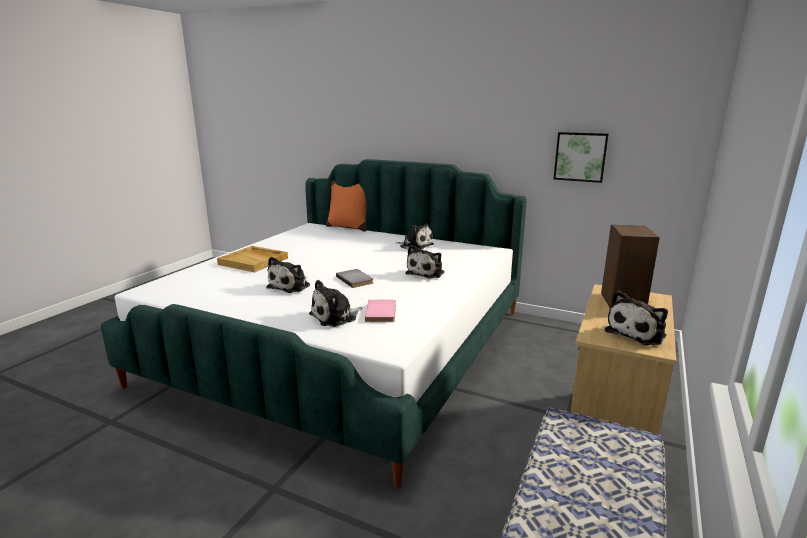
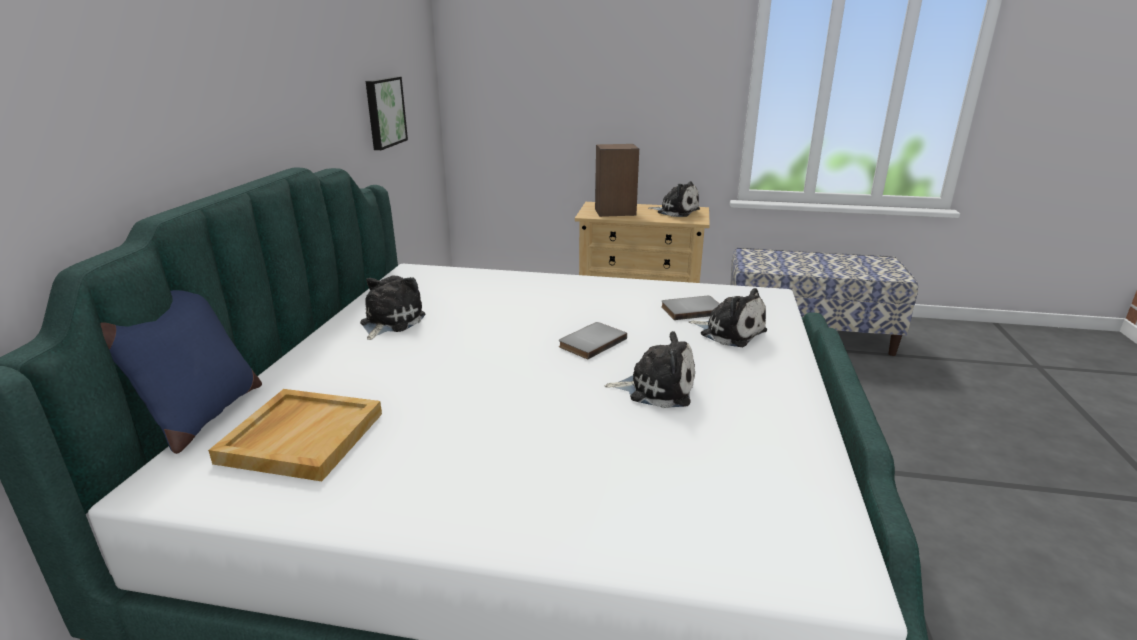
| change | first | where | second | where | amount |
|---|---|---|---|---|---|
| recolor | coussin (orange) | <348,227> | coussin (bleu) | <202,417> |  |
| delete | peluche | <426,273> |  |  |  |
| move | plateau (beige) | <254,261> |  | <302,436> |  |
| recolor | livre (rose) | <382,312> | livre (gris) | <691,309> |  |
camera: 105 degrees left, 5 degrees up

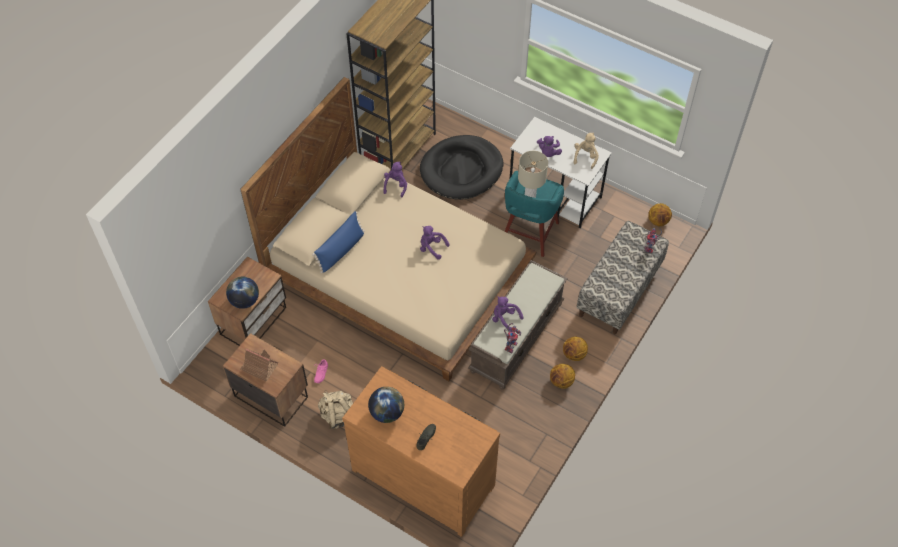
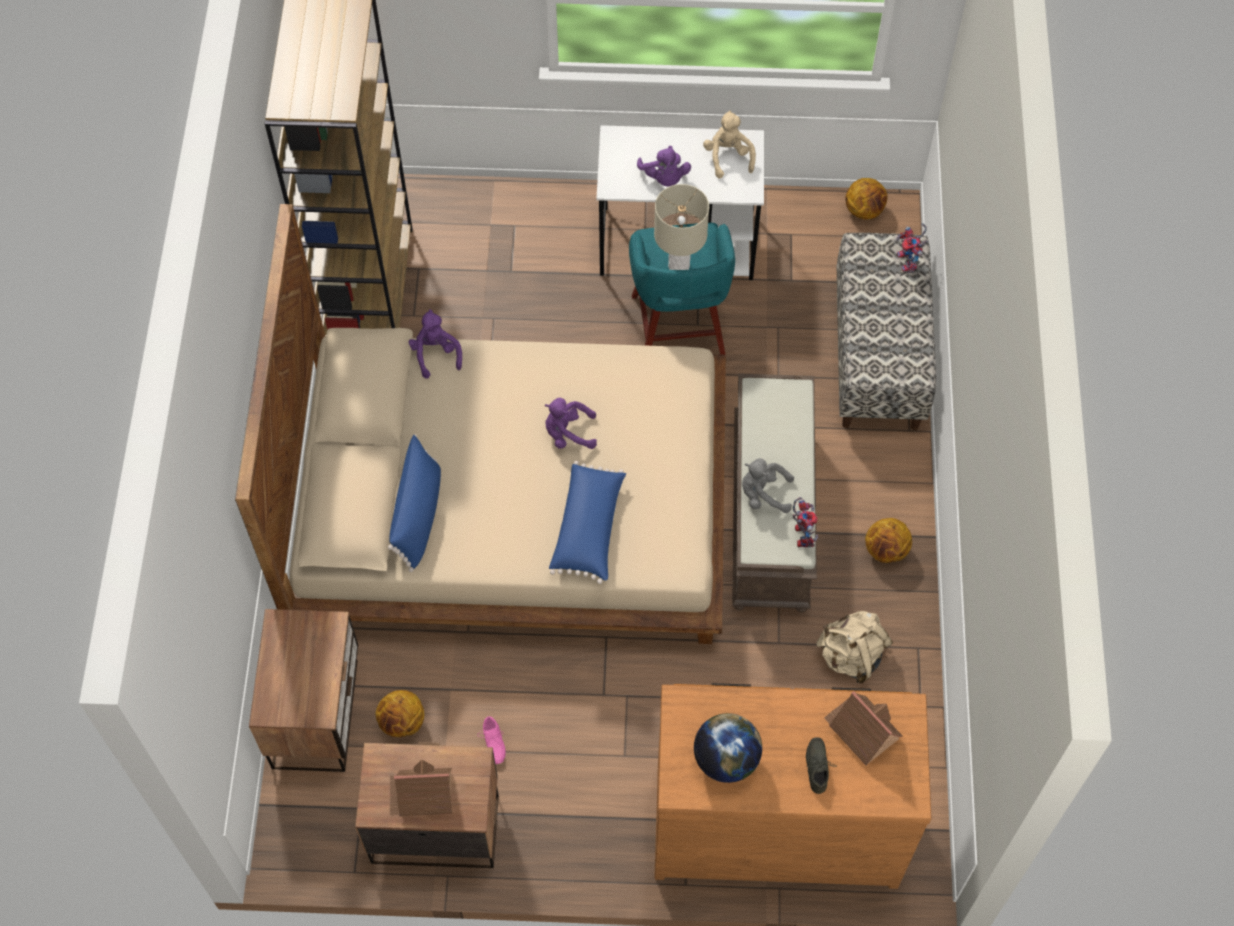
| change | first | where | second | where | amount |
|---|---|---|---|---|---|
| delete | panier pour chien (noir) | <461,170> |  |  |  |
| delete | globe | <245,301> |  |  |  |
| recolor | peluche (violet) | <504,318> | peluche (gris) | <763,494> |  |
| move | ballon de basket | <574,354> |  | <402,722> |  |
| move | sac à dos (beige) | <338,415> |  | <851,656> |  |
| insert |  |  | coussin (bleu) | <589,528> |  |
| insert |  |  | maison miniature | <862,730> |  |
camera: 30 degrees left, 5 degrees up

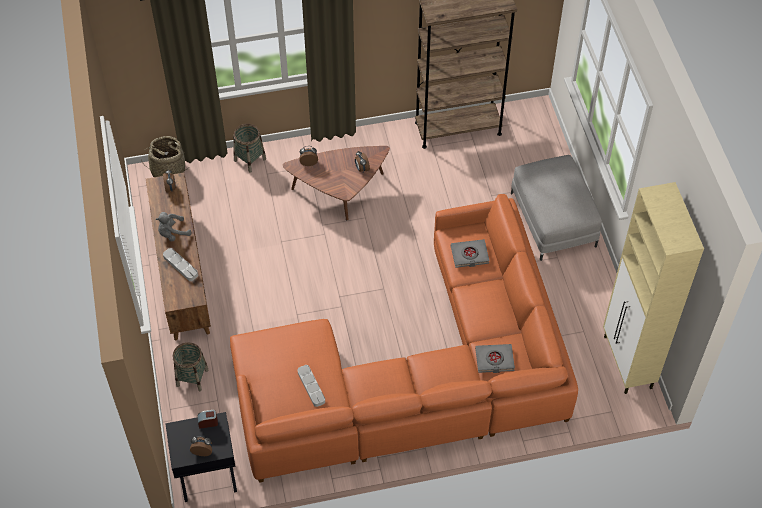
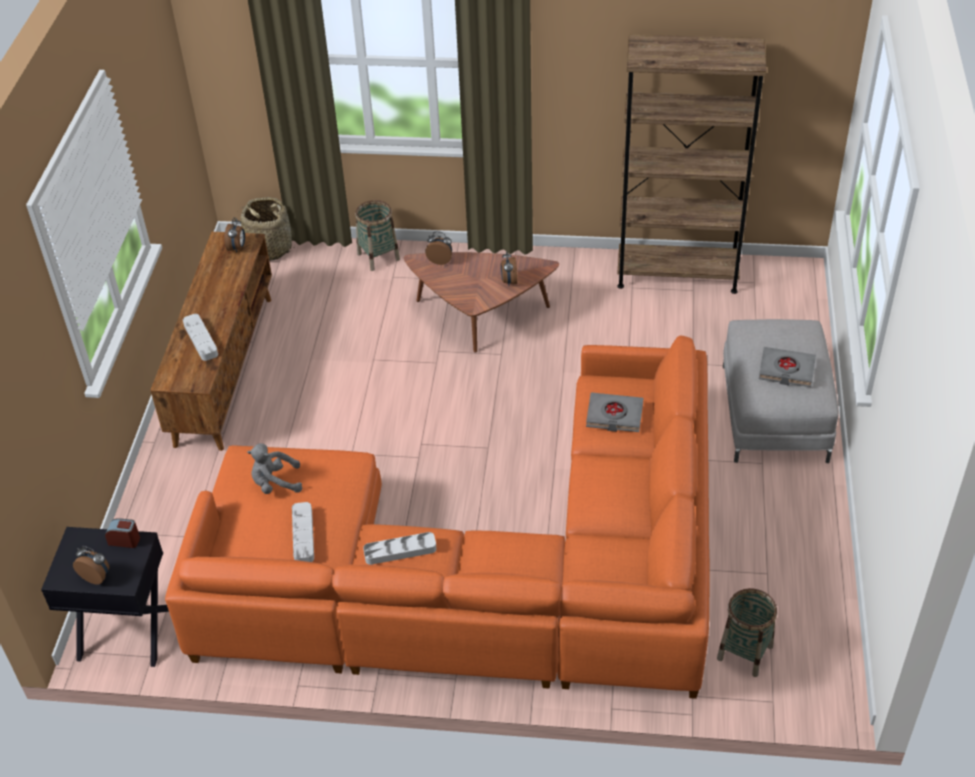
| change | first | where | second | where | amount |
|---|---|---|---|---|---|
| delete | meuble de rangement (beige) | <627,363> |  |  |  |
| move | peluche (gris) | <173,233> |  | <275,483> |  |
| move | panier | <192,378> |  | <745,652> |  |
| move | livre (gris) | <494,360> |  | <786,370> |  |
| insert |  |  | plateau (gris) | <400,551> |  |
camera: 20 degrees right, 10 degrees down

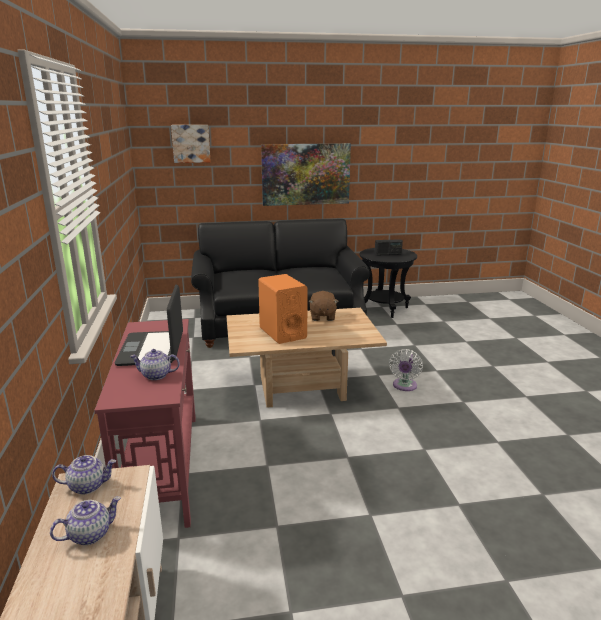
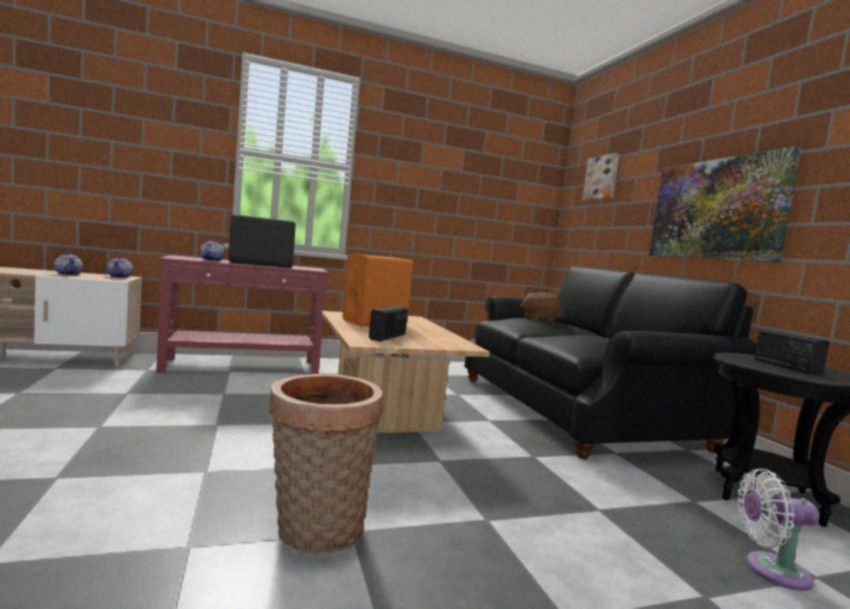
| change | first | where | second | where | amount |
|---|---|---|---|---|---|
| move | peluche (marron) | <322,317> |  | <538,319> |  |
| move | ventilateur (blanc) | <404,386> |  | <770,570> |  |
| insert |  |  | radio | <388,337> |  |
| insert |  |  | panier | <316,533> |  |
camera: 80 degrees right, 15 degrees down

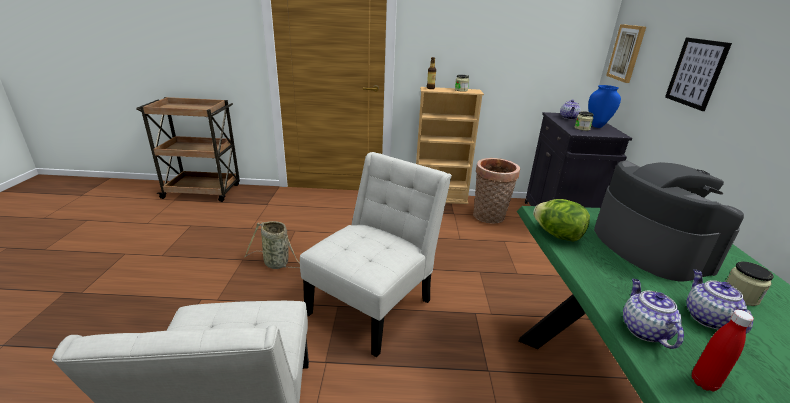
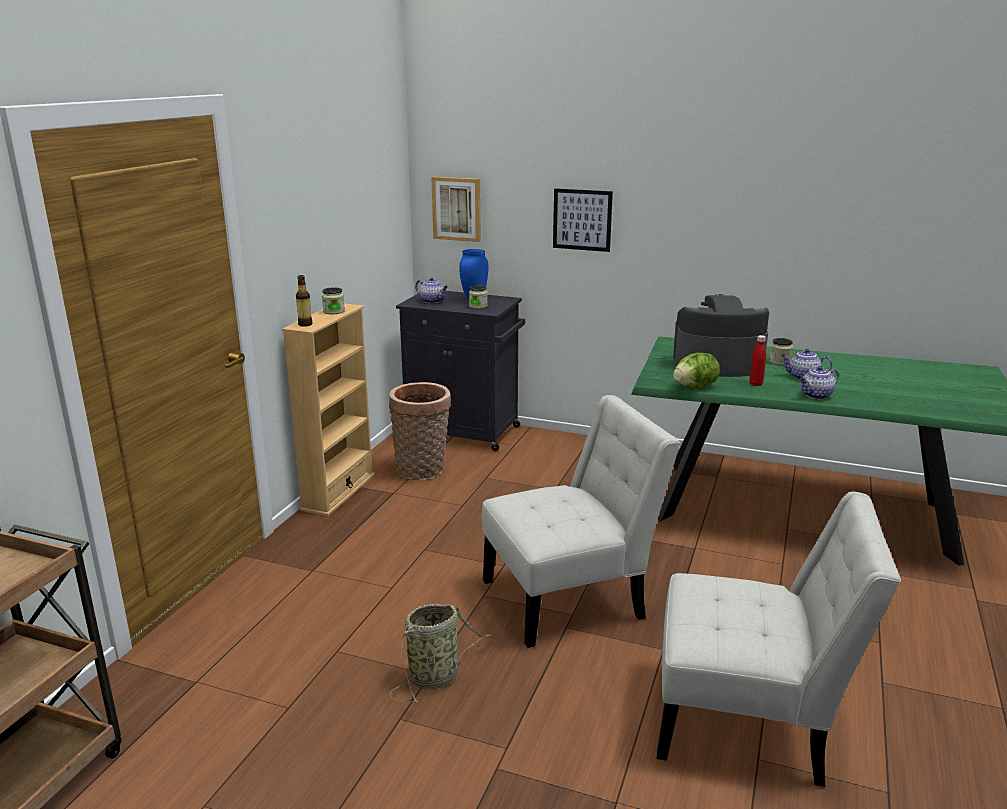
| change | first | where | second | where | amount |
|---|---|---|---|---|---|
| rotate | chaise (blanc) | <374,303> |  | <571,597> | 105 degrees clockwise |
| rotate | théière | <643,329> |  | <816,395> | 45 degrees counterclockwise |
| move | bouteille (rouge) | <703,382> |  | <756,384> |  |
camera: 70 degrees left, 5 degrees down

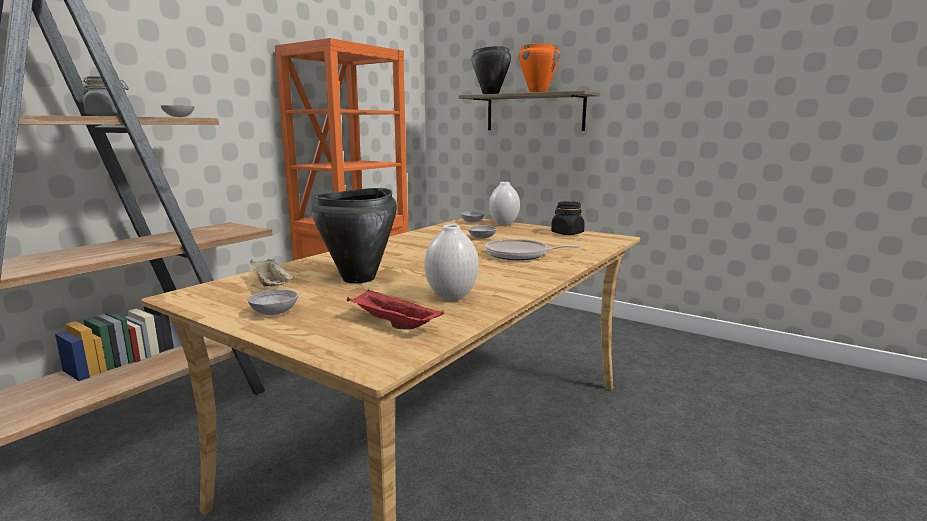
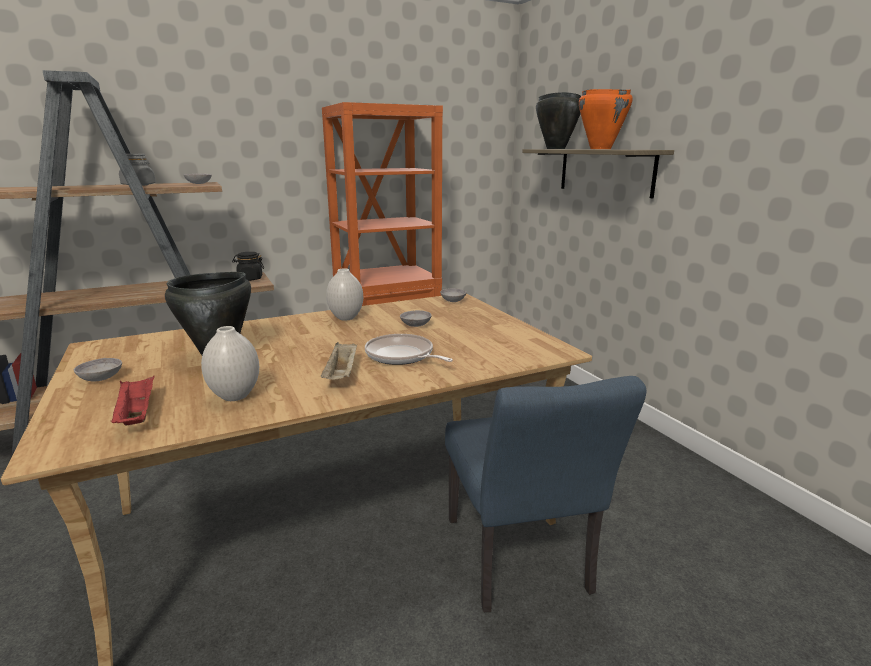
| change | first | where | second | where | amount |
|---|---|---|---|---|---|
| move | vase (blanc) | <503,224> |  | <346,318> |  |
| move | bocal (noir) | <567,233> |  | <250,279> |  |
| move | plateau (beige) | <272,287> |  | <342,375> |  |
| insert |  |  | chaise (bleu) | <520,563> |  |
camera: 30 degrees right, 5 degrees up

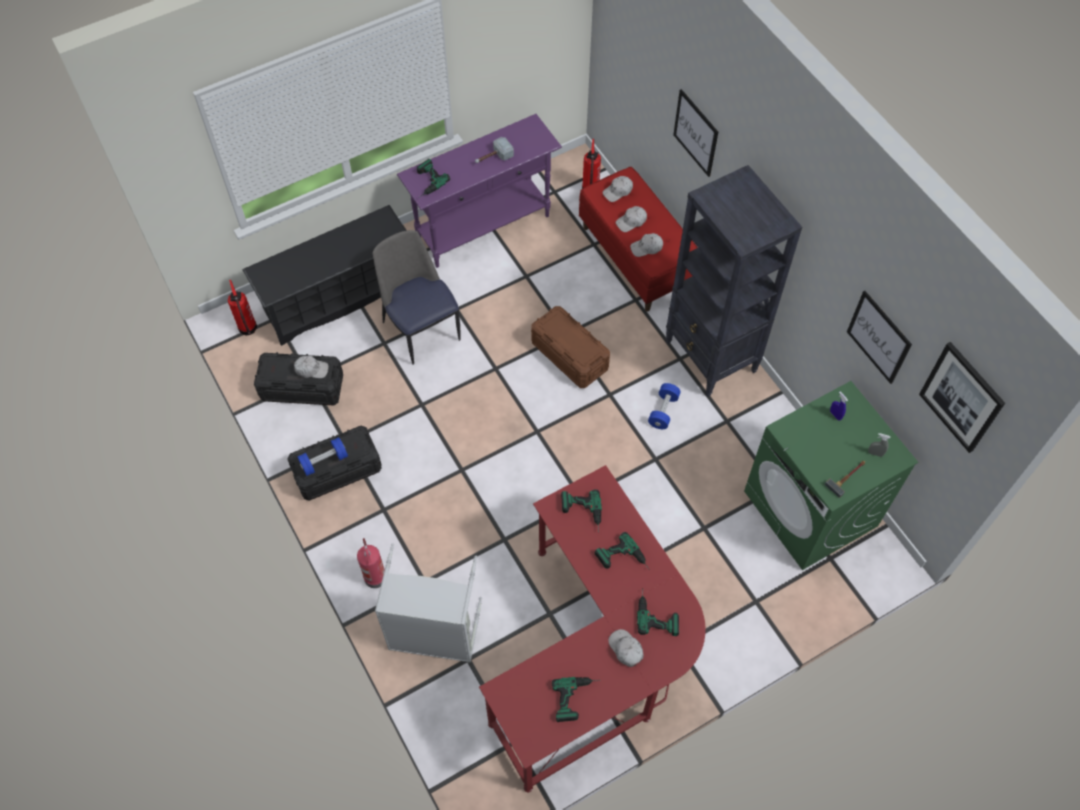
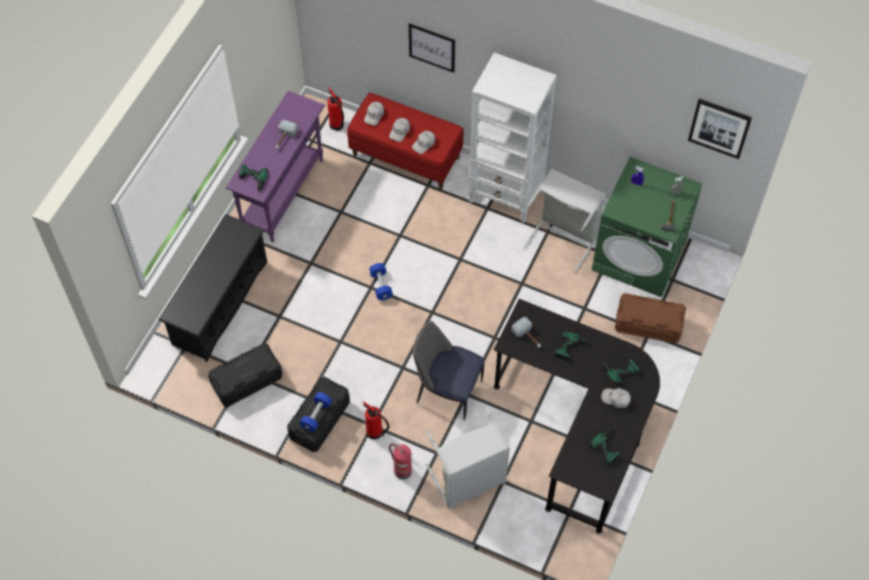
| change | first | where | second | where | amount |
|---|---|---|---|---|---|
| recolor | bibliothèque (noir) | <711,357> | bibliothèque (blanc) | <506,195> |  |
| move | chaise | <420,329> |  | <447,391> |  |
| move | extincteur | <247,329> |  | <375,433> |  |
| delete | tableau | <878,337> |  |  |  |
| move | boîte de rangement (marron) | <569,355> |  | <648,324> |  |
| delete | casquette (blanc) | <311,369> |  |  |  |
| move | haltère (bleu) | <663,411> |  | <381,285> |  |
| recolor | bureau (rouge) | <596,655> | bureau (noir) | <579,427> |  |
| replace | perceuse | <582,514> | marteau | <528,337> |  |
| insert |  |  | panier à linge (gris) | <564,237> |  |
camera: 35 degrees left, 0 degrees up

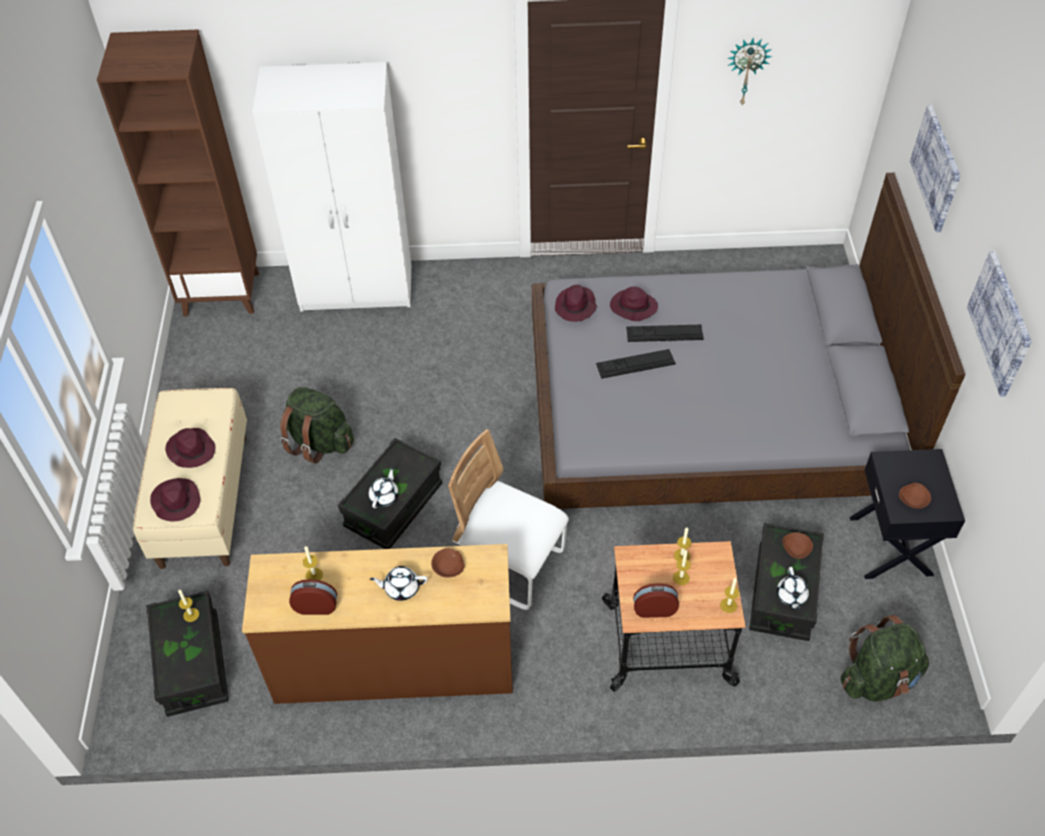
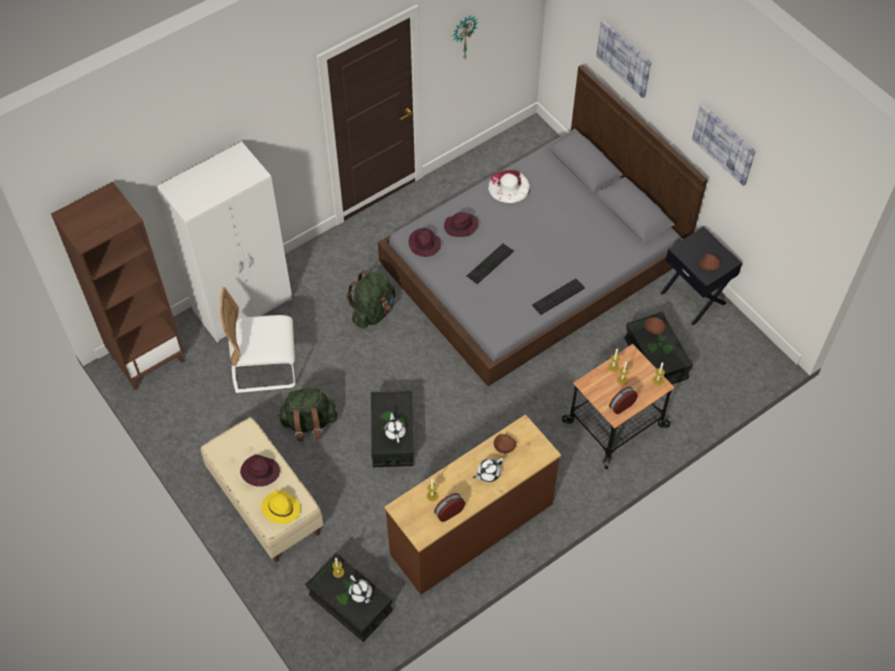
| change | first | where | second | where | amount |
|---|---|---|---|---|---|
| move | clavier | <664,333> |  | <558,296> |  |
| move | chaise (blanc) | <509,565> |  | <265,367> |  |
| recolor | chapeau (violet) | <176,501> | chapeau (jaune) | <280,508> |  |
| move | théière (blanc) | <791,596> |  | <361,593> |  |
| move | sac à dos (vert) | <878,679> |  | <373,311> |  |
| insert |  |  | chapeau (blanc) | <509,186> |  |
camera: 35 degrees left, 5 degrees up

